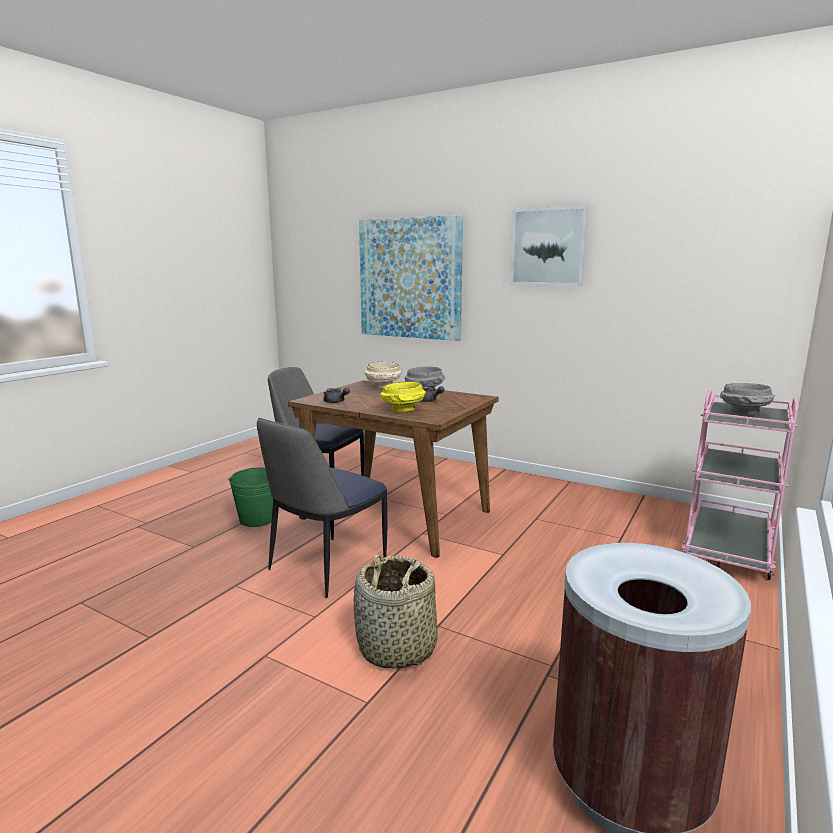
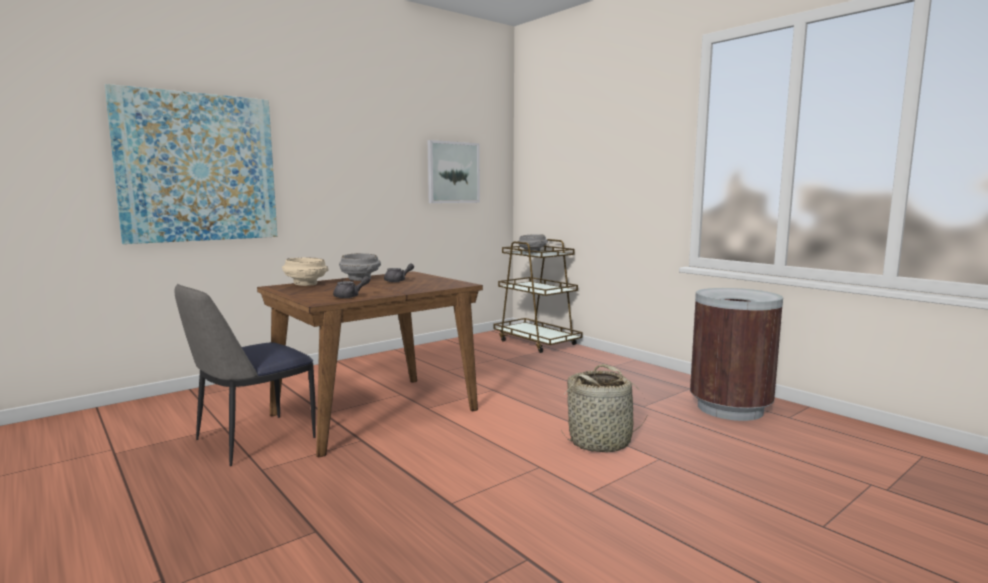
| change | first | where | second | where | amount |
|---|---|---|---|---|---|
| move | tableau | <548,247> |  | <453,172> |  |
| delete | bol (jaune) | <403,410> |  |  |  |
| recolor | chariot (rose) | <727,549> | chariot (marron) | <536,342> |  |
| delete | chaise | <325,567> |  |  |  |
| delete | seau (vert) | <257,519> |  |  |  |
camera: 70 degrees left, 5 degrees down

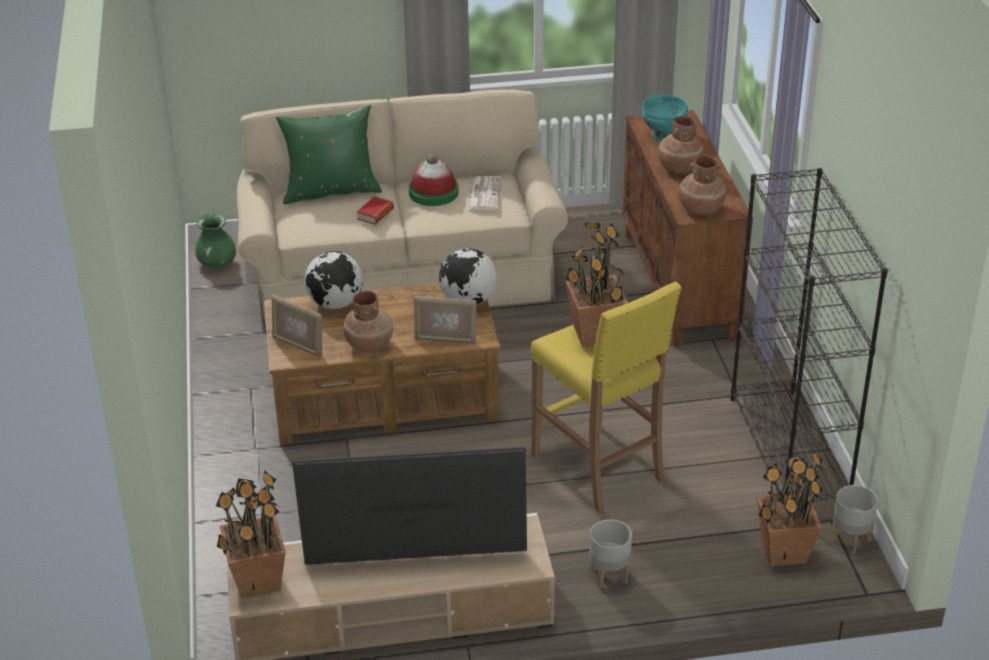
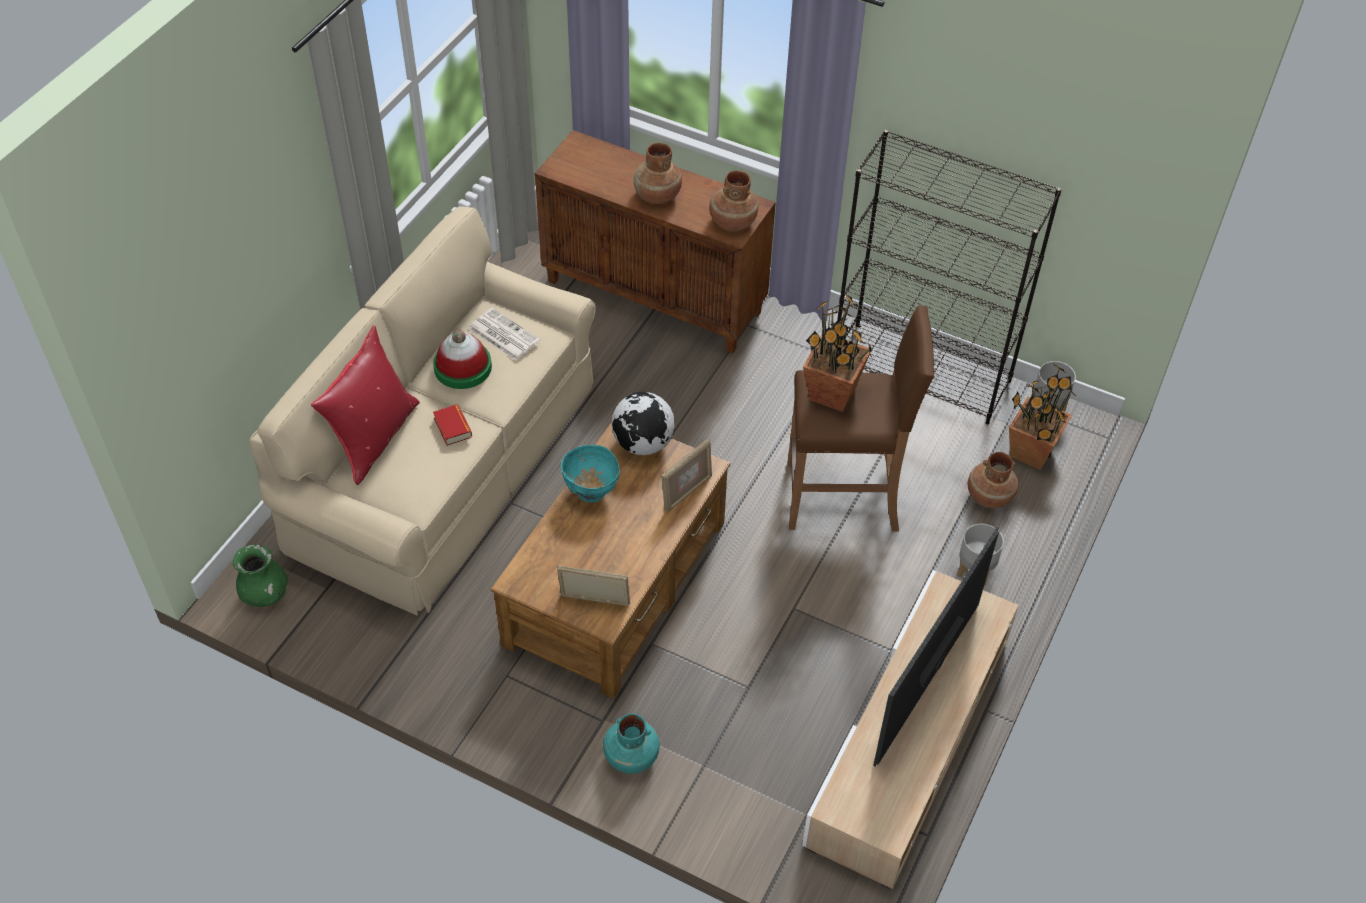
| change | first | where | second | where | amount |
|---|---|---|---|---|---|
| move | bol (turquoise) | <663,136> |  | <591,492> |  |
| recolor | coussin (vert) | <331,191> | coussin (rouge) | <374,437> |  |
| delete | globe | <335,304> |  |  |  |
| recolor | tabouret (jaune) | <598,468> | tabouret (marron) | <844,497> |  |
| move | vase (marron) | <369,344> |  | <988,496> |  |
| rotate | cadre photo | <298,346> |  | <594,602> | 150 degrees counterclockwise |
| delete | plante en pot | <257,581> |  |  |  |
| insert |  |  | vase (turquoise) | <631,756> |  |
camera: 55 degrees left, 15 degrees up

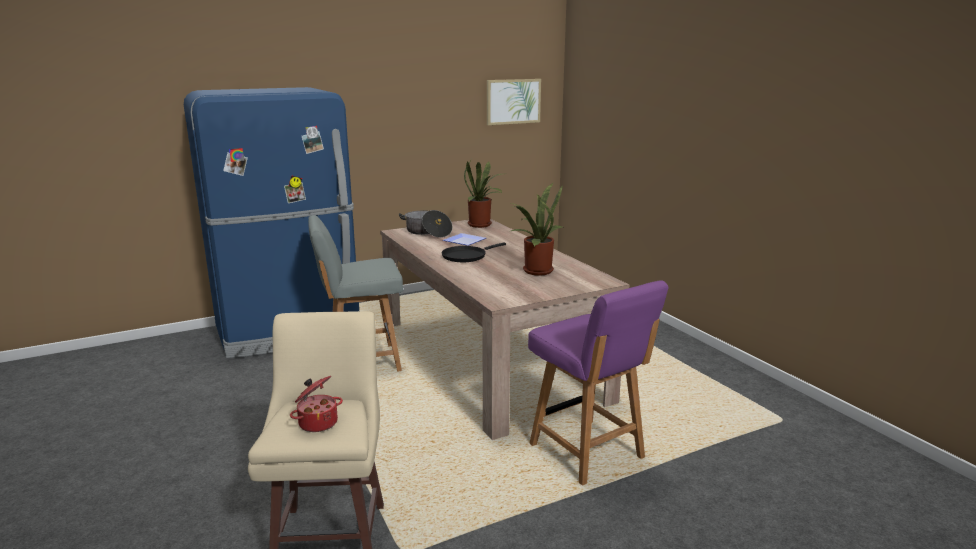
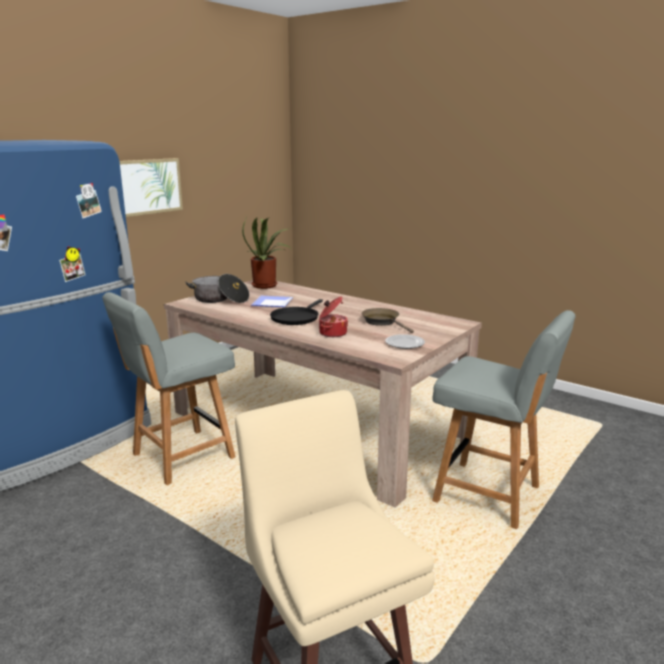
| change | first | where | second | where | amount |
|---|---|---|---|---|---|
| move | tableau | <513,101> |  | <148,186> |  |
| replace | plante en pot | <535,270> | poêle (marron) | <382,322> |  |
| recolor | chaise (violet) | <588,453> | chaise (gris) | <489,495> |  |
| move | marmite | <317,422> |  | <332,333> |  |
| insert |  |  | assiette | <405,344> |  |
camera: 25 degrees left, 0 degrees up

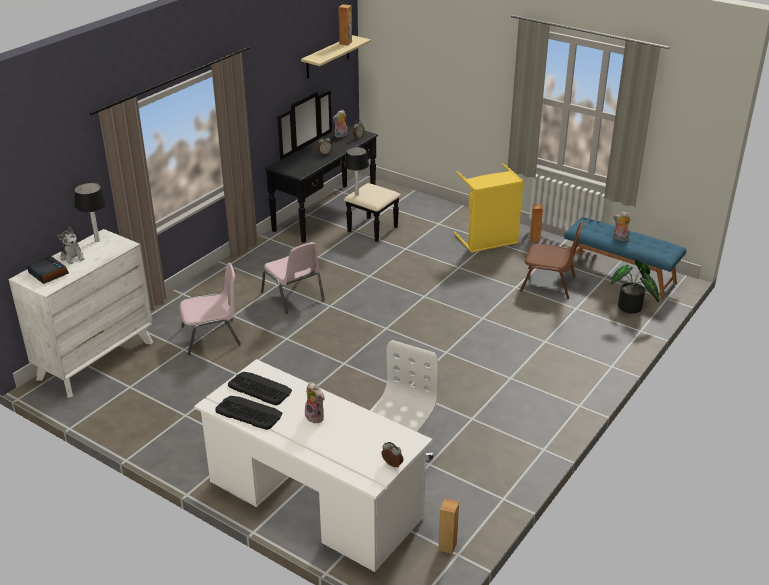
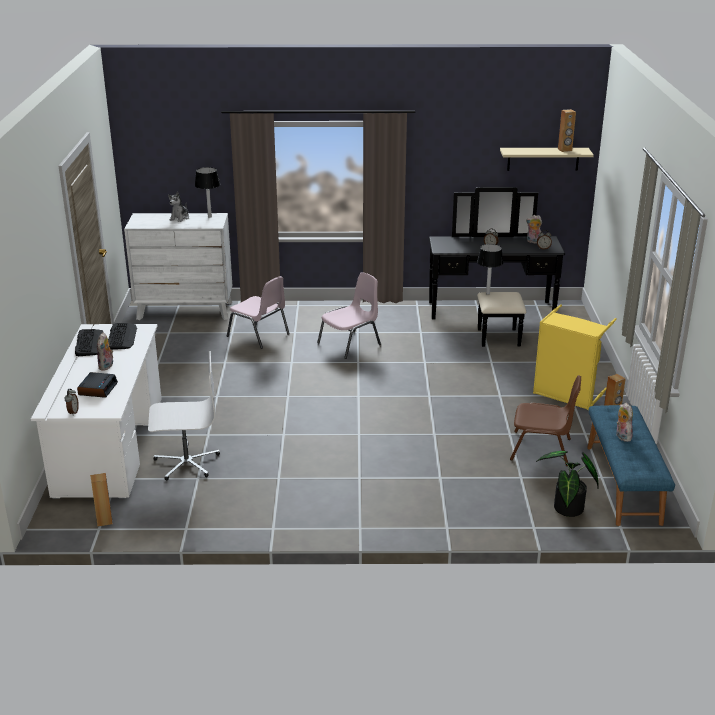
| change | first | where | second | where | amount |
|---|---|---|---|---|---|
| rotate | chaise (marron) | <549,284> |  | <542,449> | 60 degrees counterclockwise |
| rotate | chaise (rose) | <293,296> |  | <350,344> | 150 degrees counterclockwise |
| move | réveil | <48,273> |  | <97,389> |  |
camera: 55 degrees right, 5 degrees down

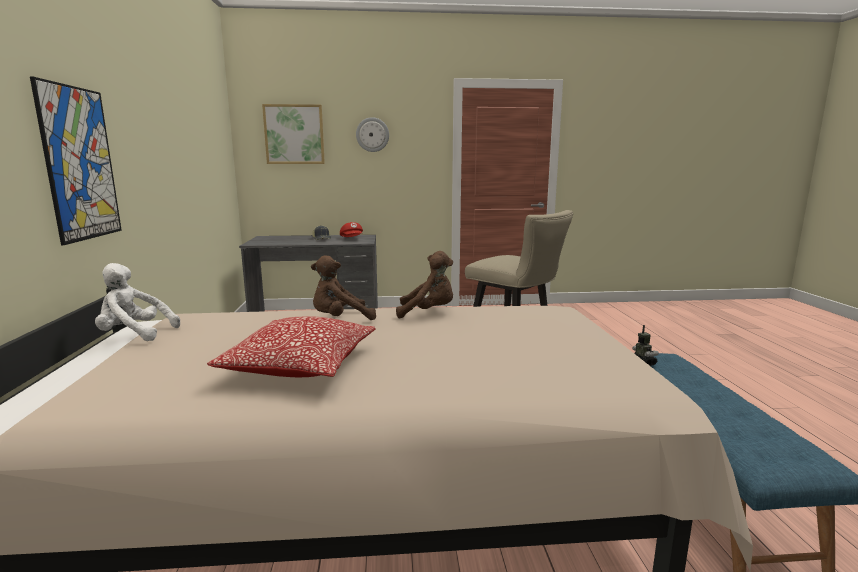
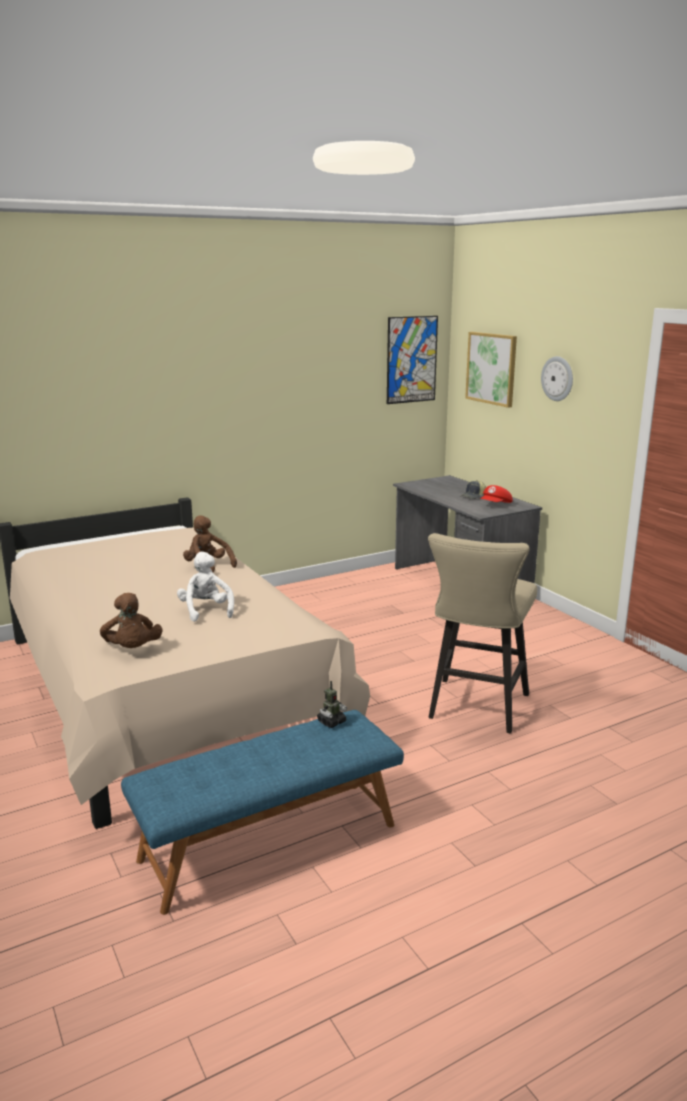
| change | first | where | second | where | amount |
|---|---|---|---|---|---|
| move | tableau | <80,164> |  | <411,359> |  |
| move | peluche (marron) | <428,312> |  | <132,649> |  |
| move | peluche (blanc) | <134,334> |  | <206,611> |  |
| delete | coussin | <300,366> |  |  |  |
camera: 65 degrees right, 5 degrees up

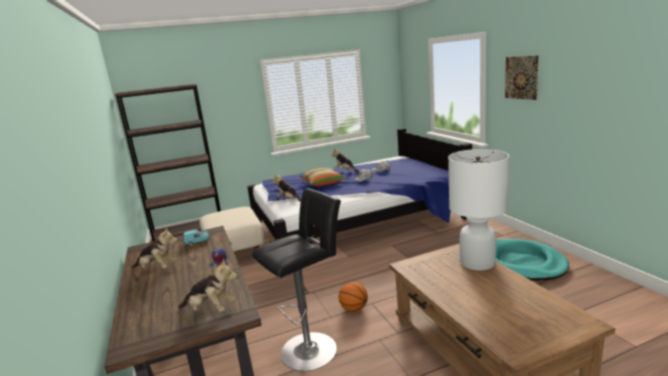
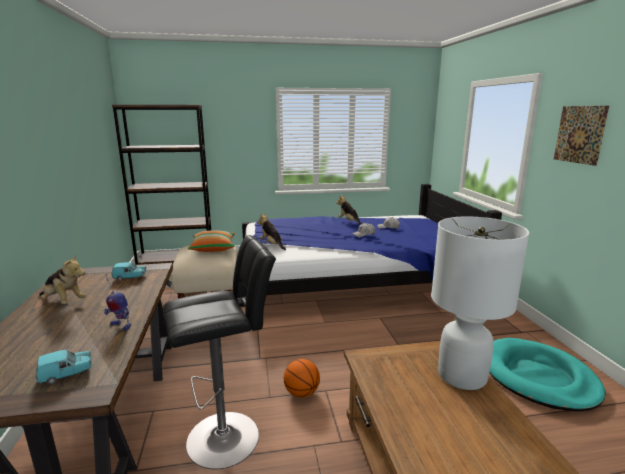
| change | first | where | second | where | amount |
|---|---|---|---|---|---|
| move | coussin | <323,183> |  | <213,248> |  |
| replace | peluche | <211,309> | petite voiture (turquoise) | <66,374> |  |
camera: 10 degrees right, 0 degrees up

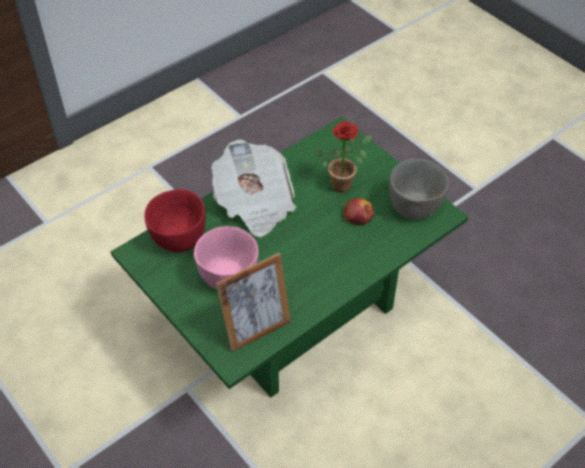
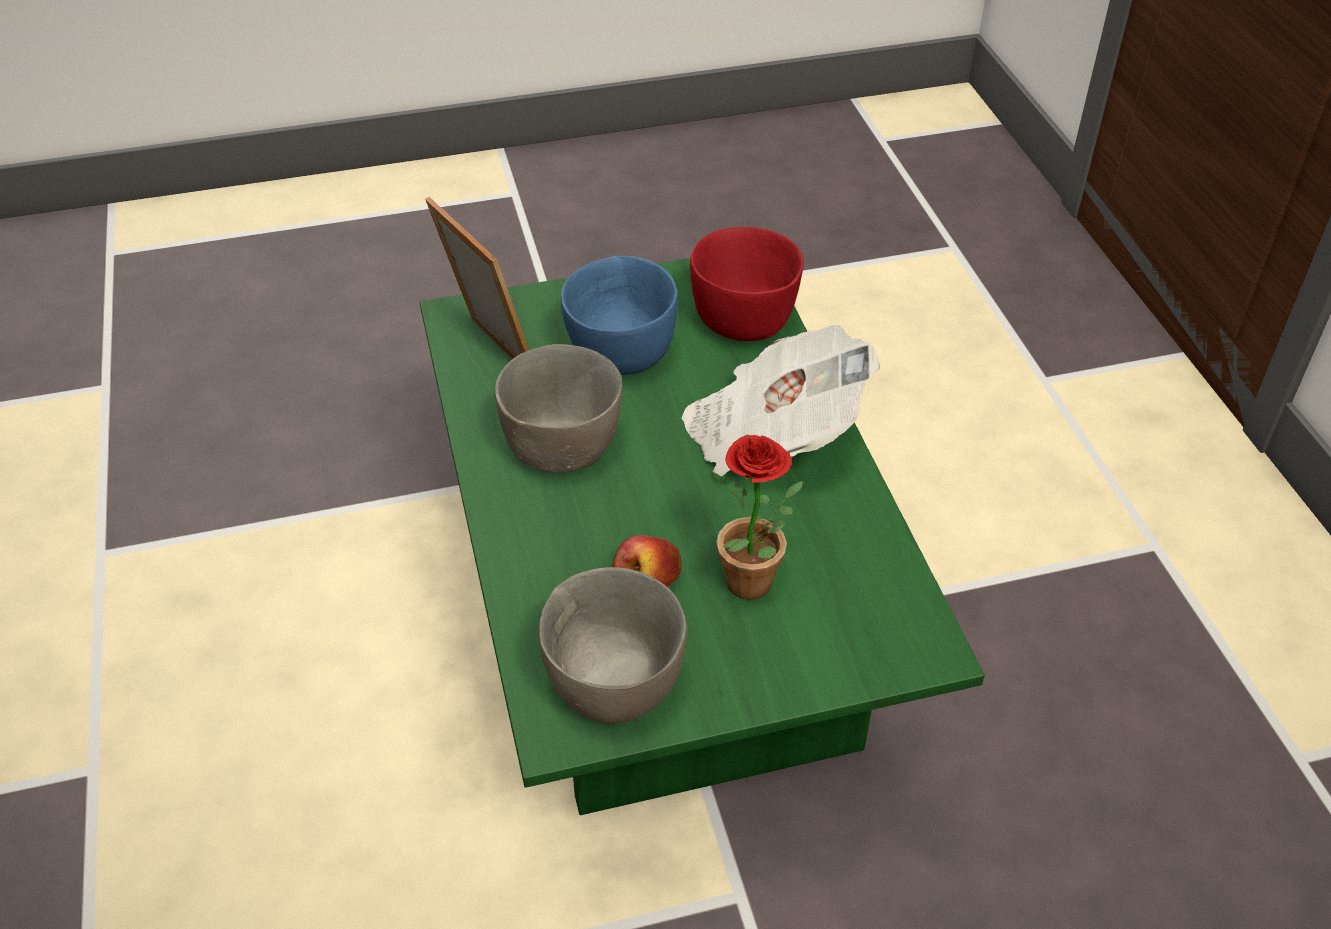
| change | first | where | second | where | amount |
|---|---|---|---|---|---|
| recolor | bol (rose) | <229,276> | bol (bleu) | <619,355> |  |
| rotate | cadre photo | <256,329> |  | <491,355> | 150 degrees clockwise |
| insert |  |  | bol (gris) | <564,448> |  |
camera: 115 degrees right, 5 degrees down

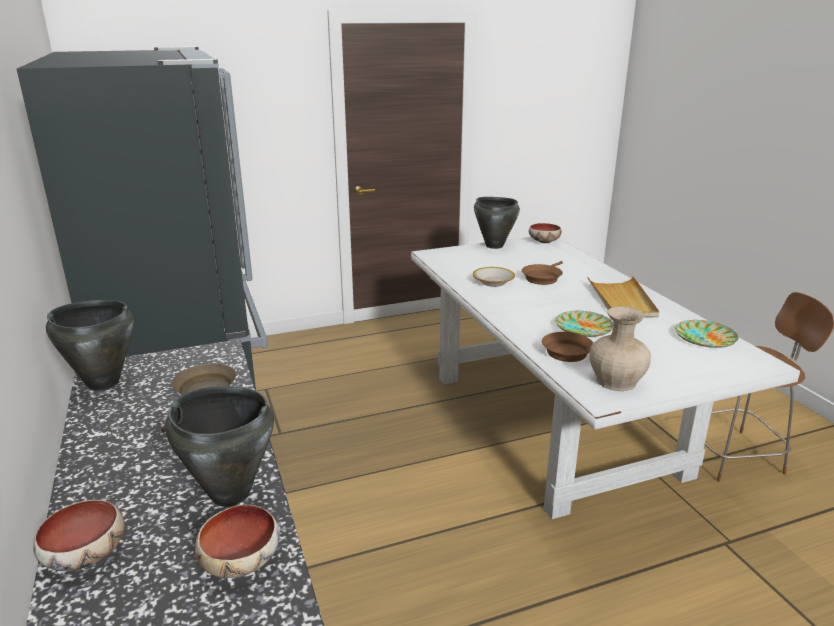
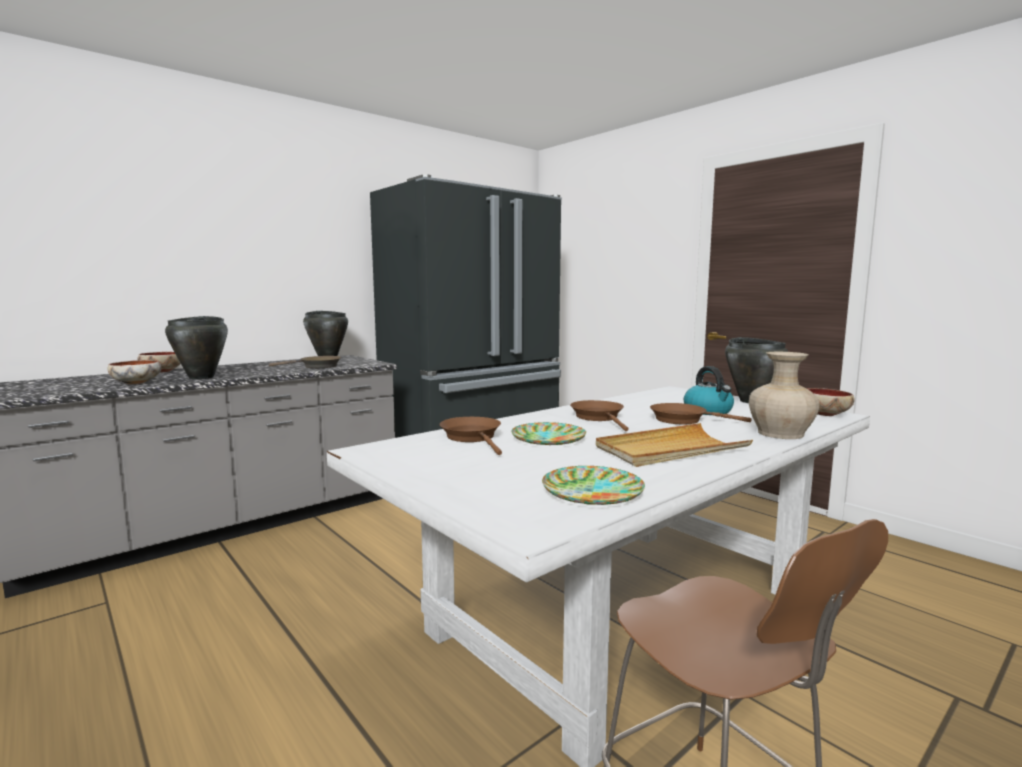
| change | first | where | second | where | amount |
|---|---|---|---|---|---|
| delete | bol | <493,282> |  |  |  |
| move | vase (beige) | <616,381> |  | <781,434> |  |
| insert |  |  | bouilloire | <708,411> |  |
| insert |  |  | poêle (marron) | <599,418> |  |
camera: 70 degrees right, 15 degrees down

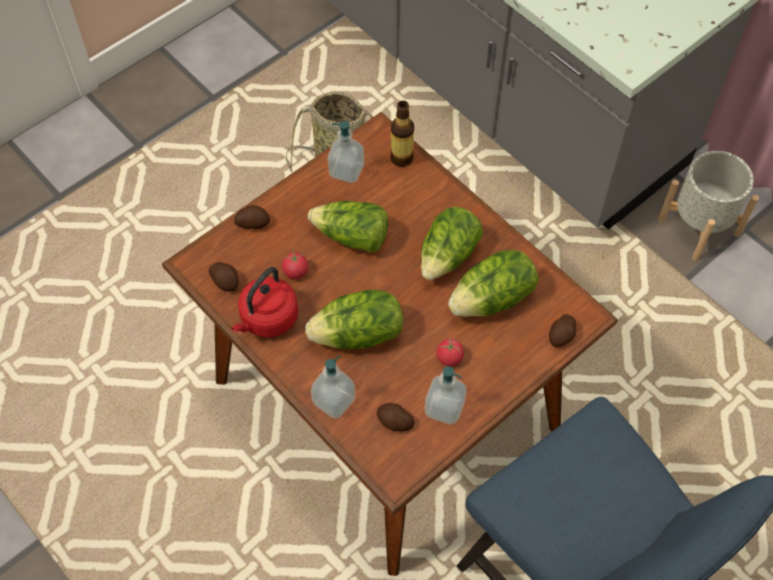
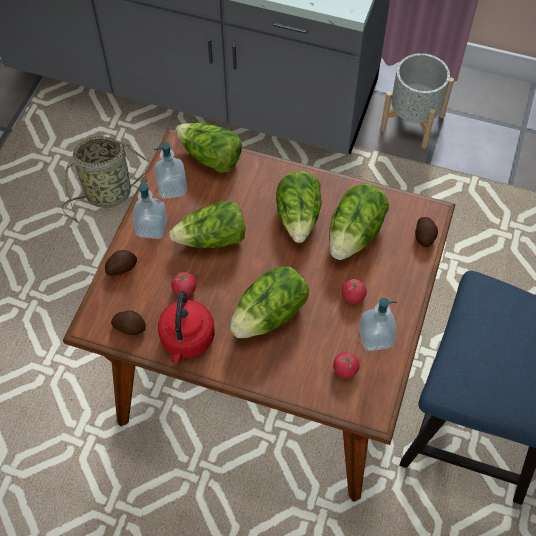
| change | first | where | second | where | amount |
|---|---|---|---|---|---|
| replace | bouteille | <401,158> | laitue | <210,157> |  |
| move | distributeur de savon | <334,401> |  | <151,227> |  |
| replace | pomme de terre | <394,422> | tomate | <345,369> |  |
camera: 30 degrees left, 0 degrees up

